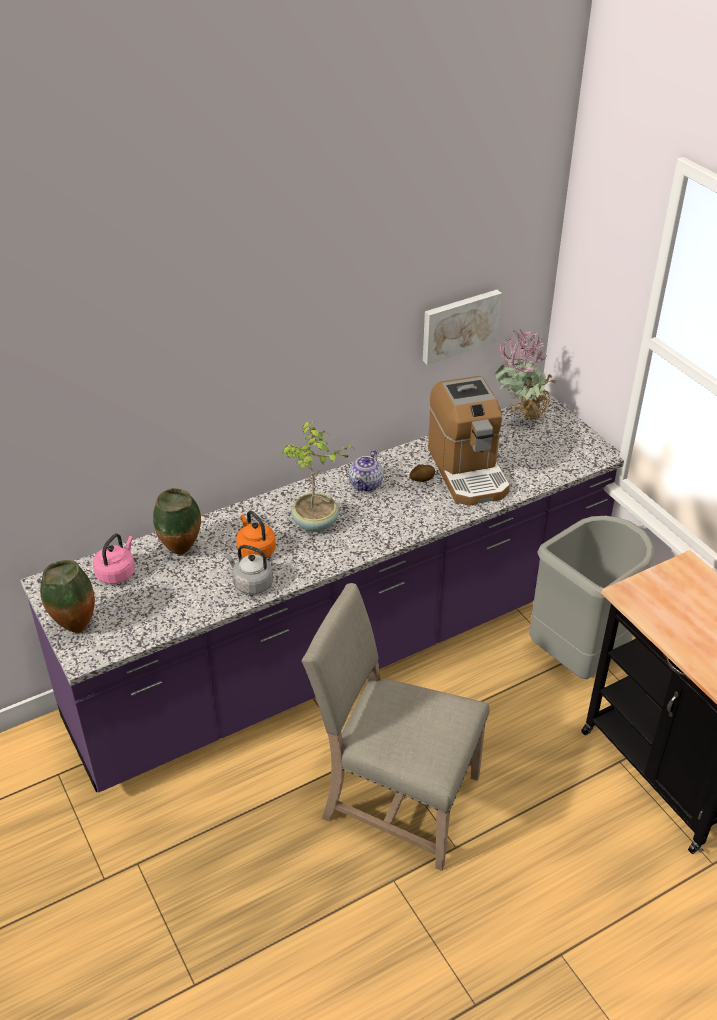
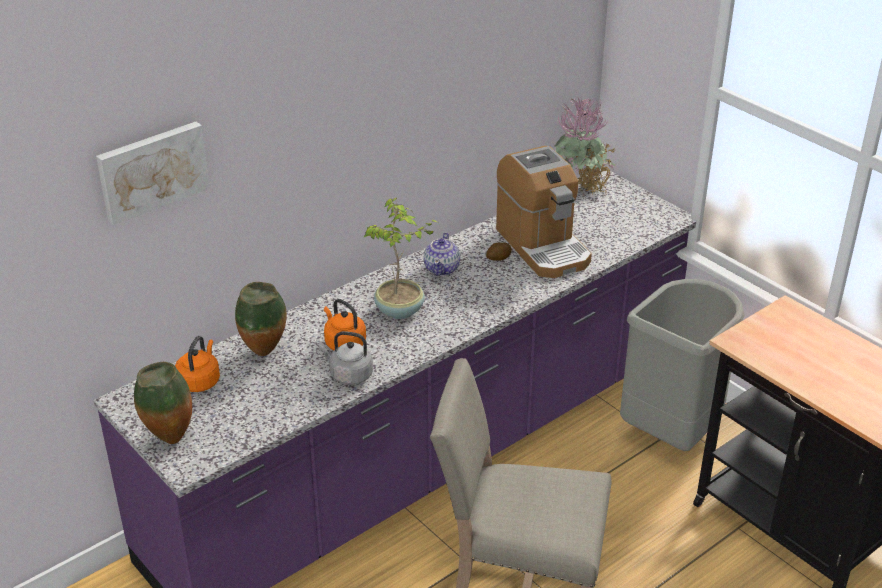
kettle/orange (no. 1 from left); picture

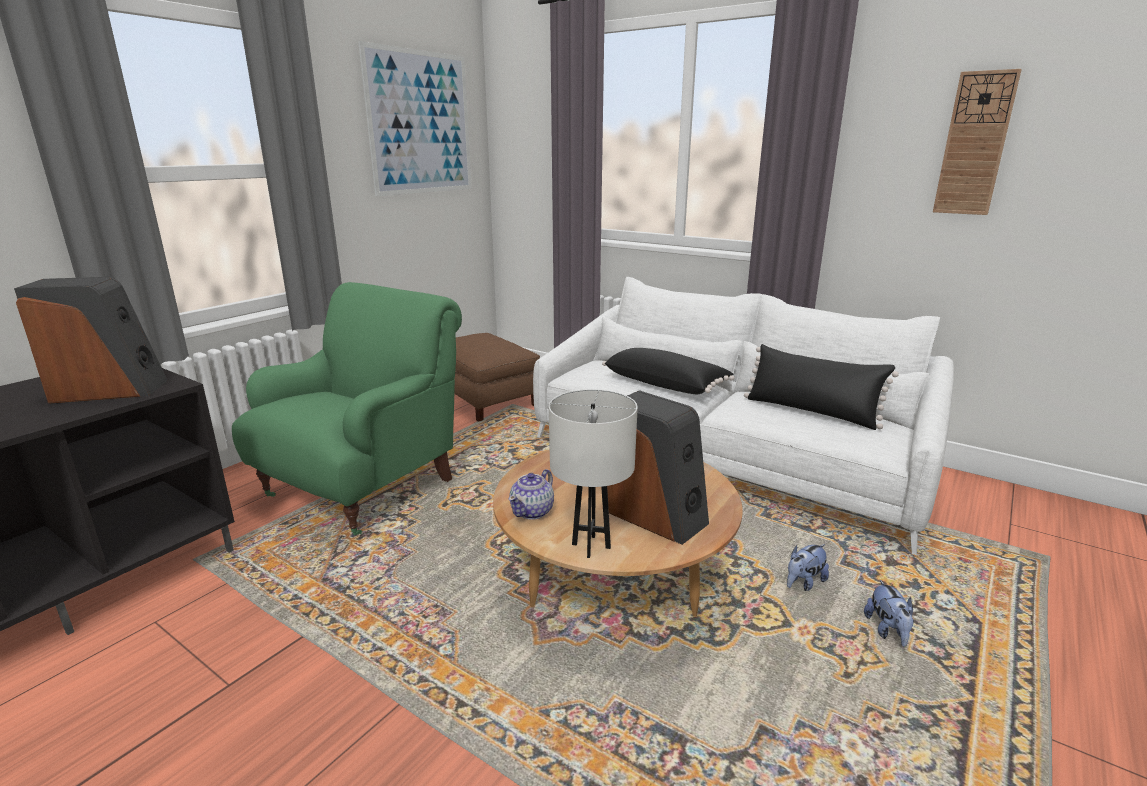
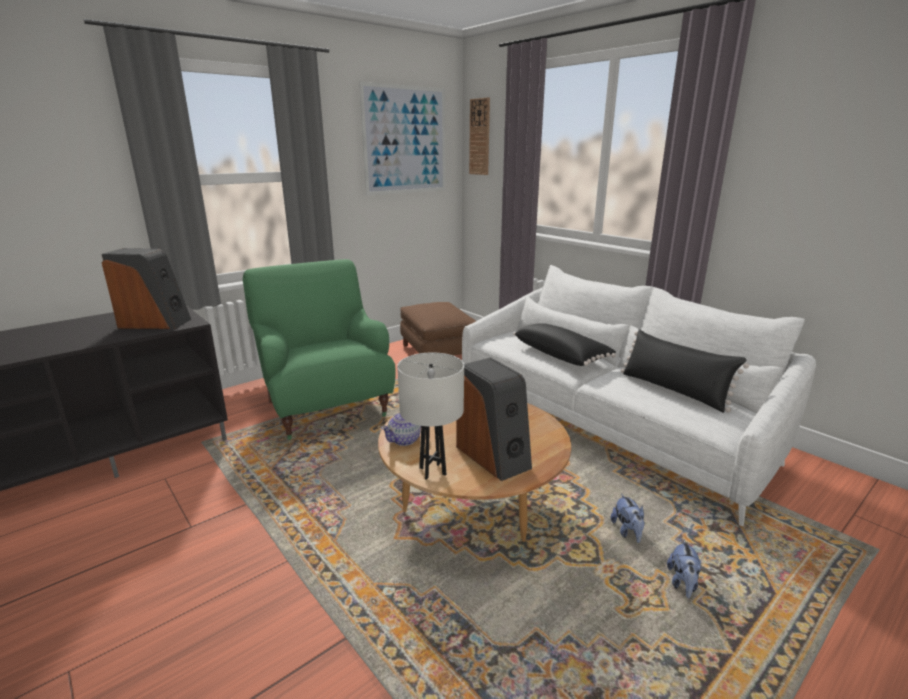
armchair/green; plush toy (no. 1 from left); wall clock

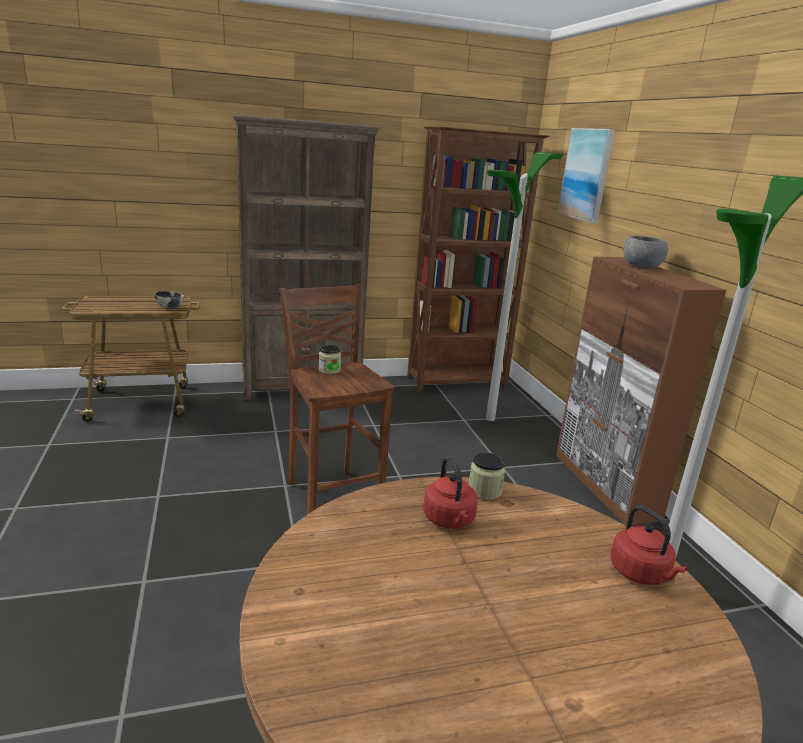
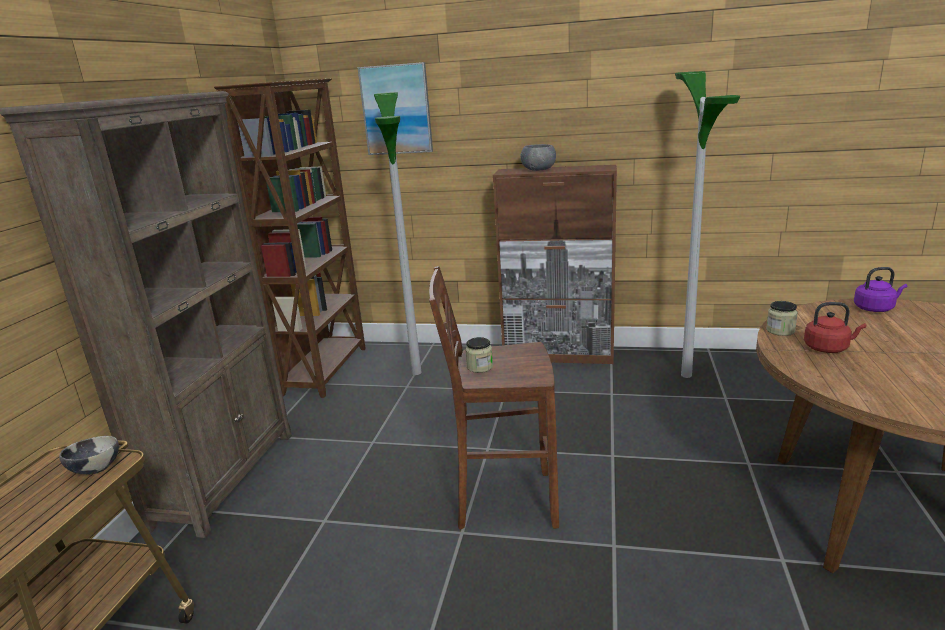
kettle/purple

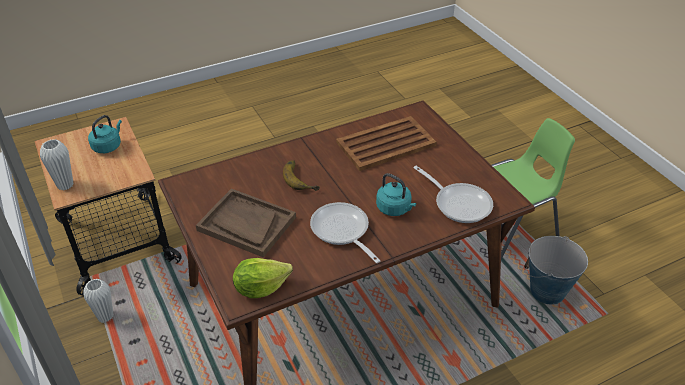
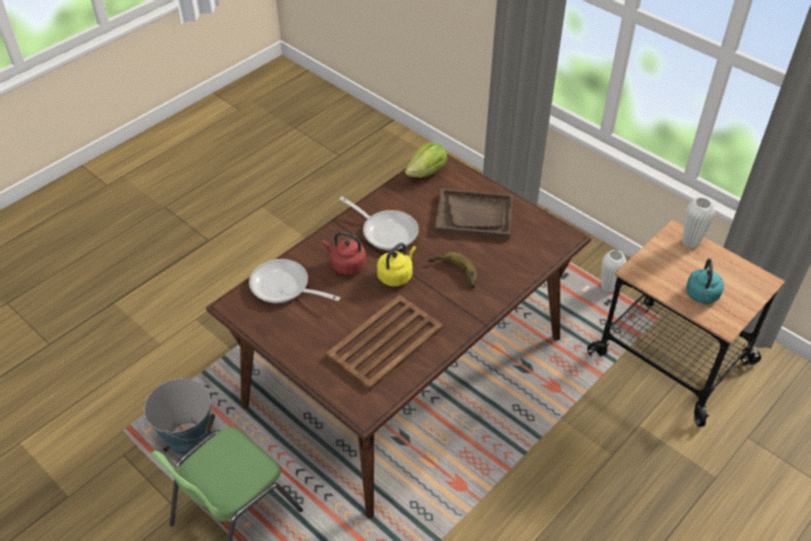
kettle/red; kettle/yellow

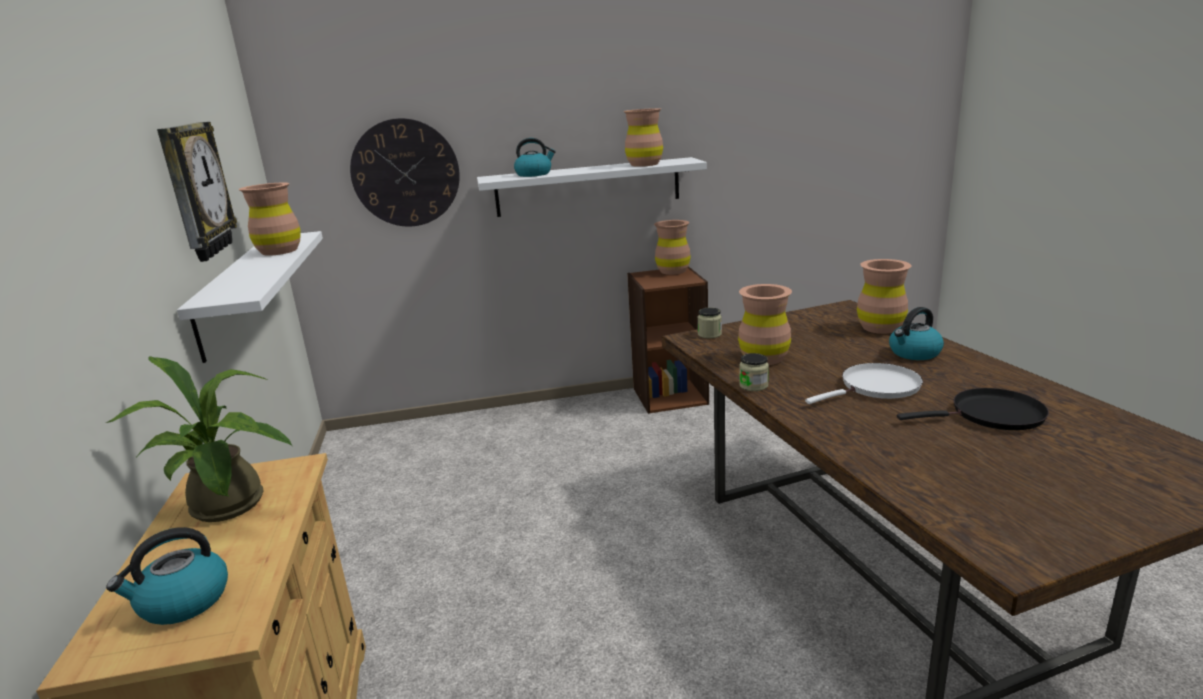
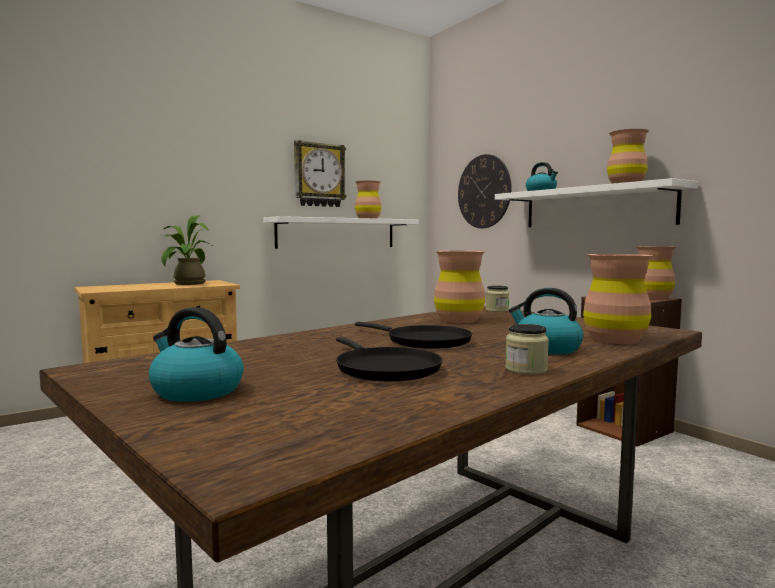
kettle (no. 1 from left); jar (no. 2 from left); frying pan/black (no. 2 from left)

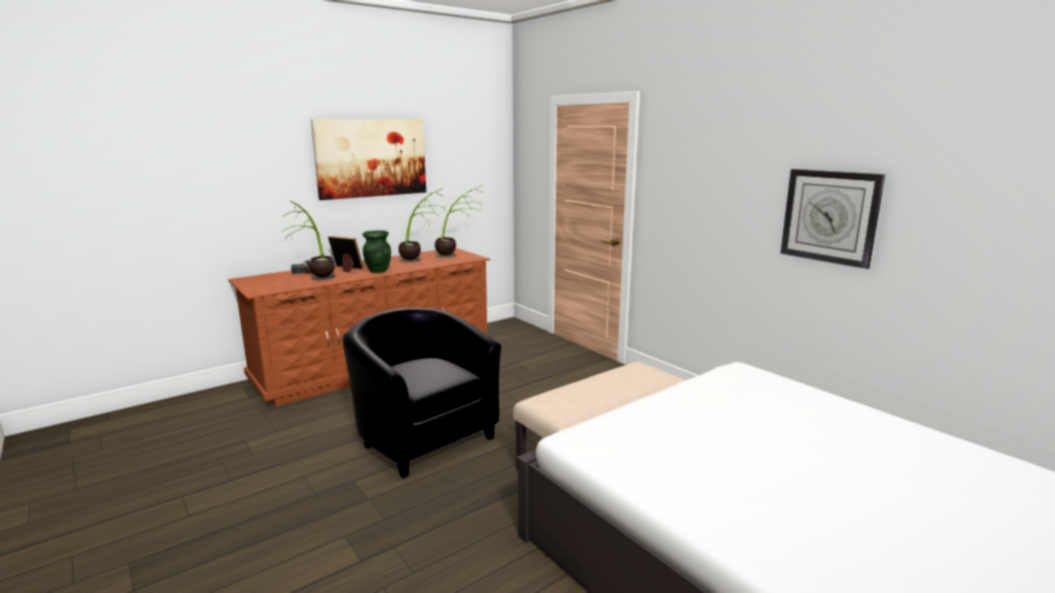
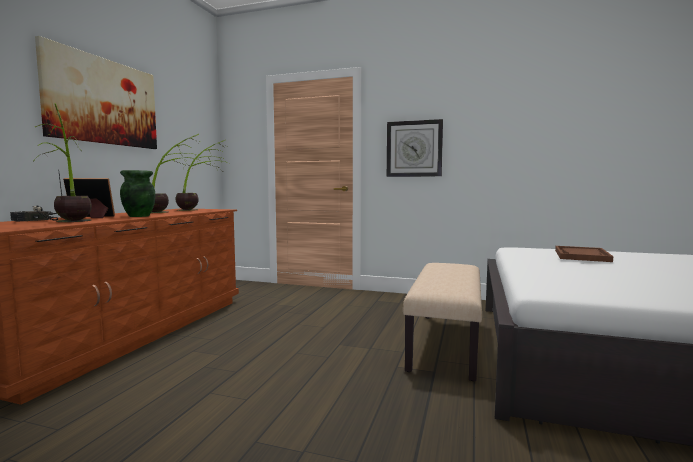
armchair/black; wall clock; tray/brown

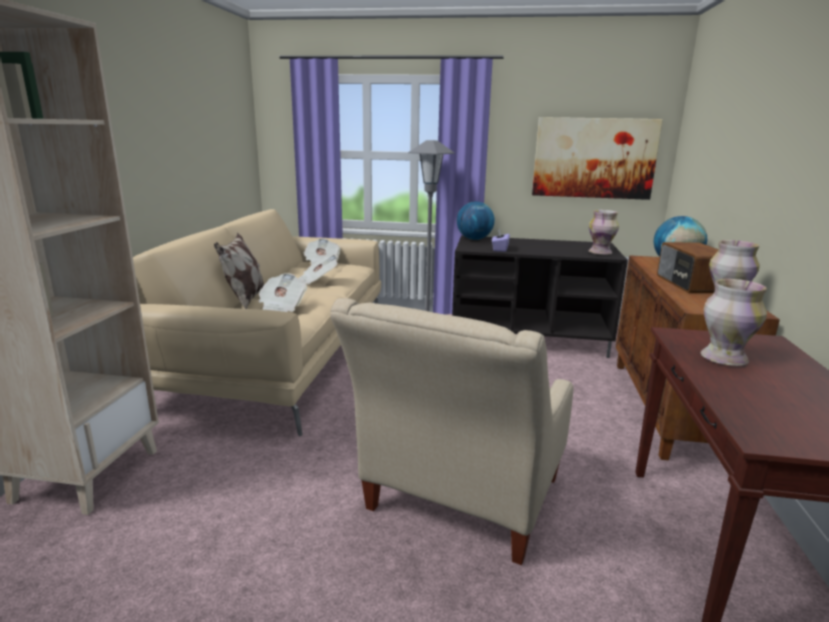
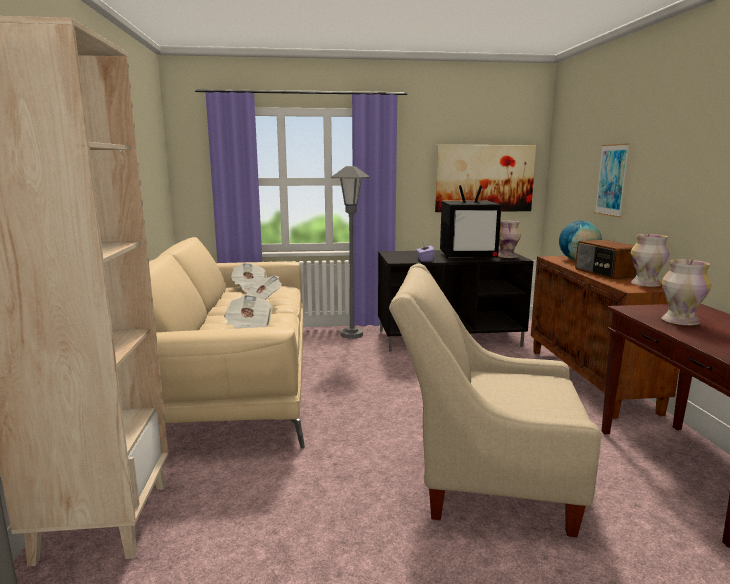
pillow; armchair/beige; globe (no. 1 from left in the first image); television; picture (no. 2 from left)

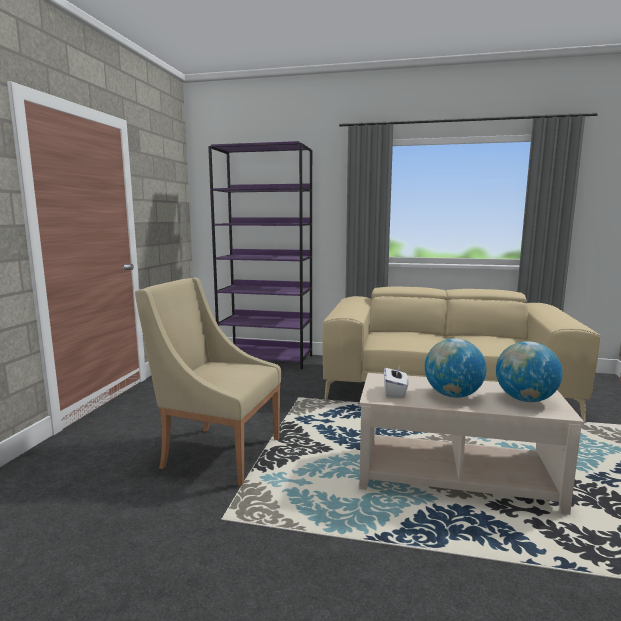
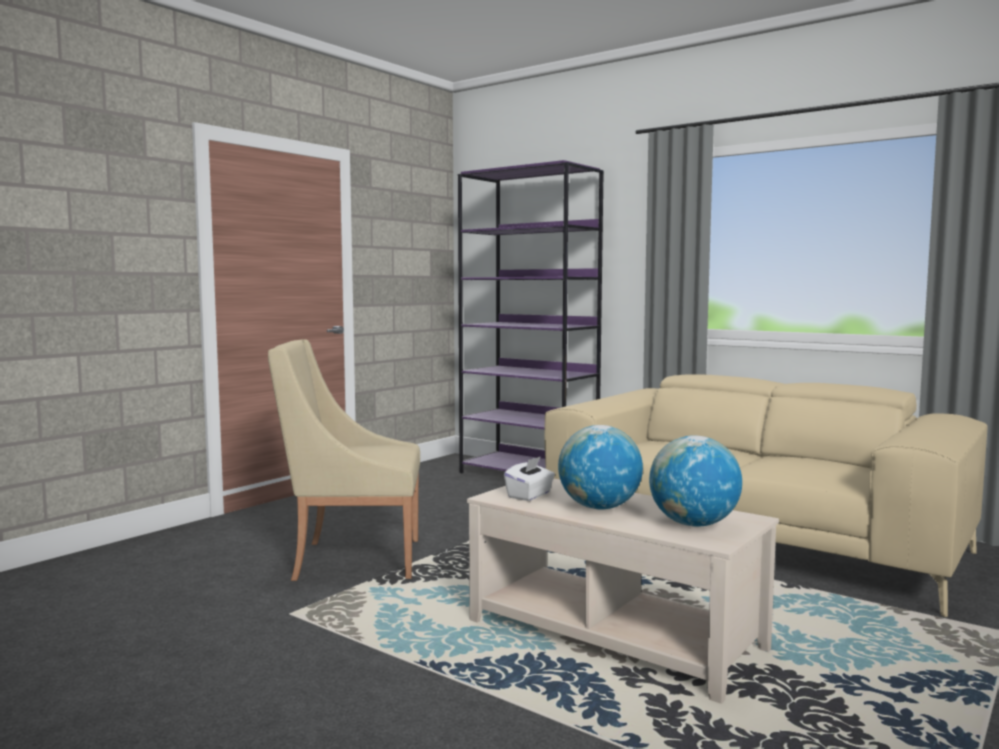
armchair/beige

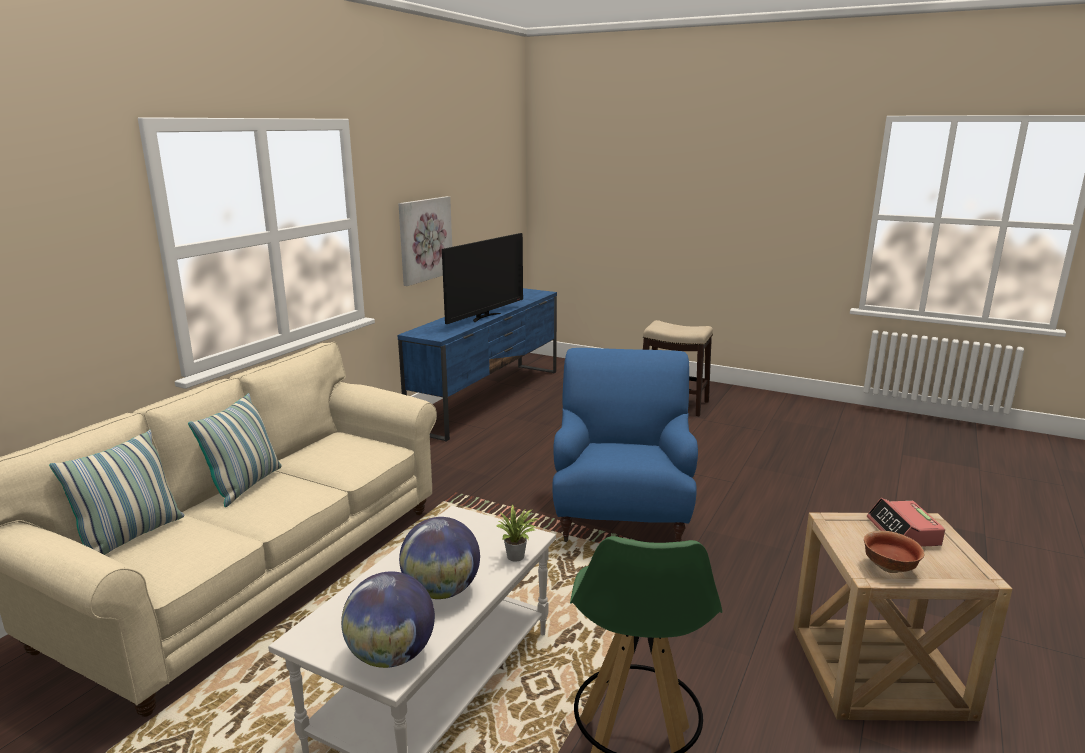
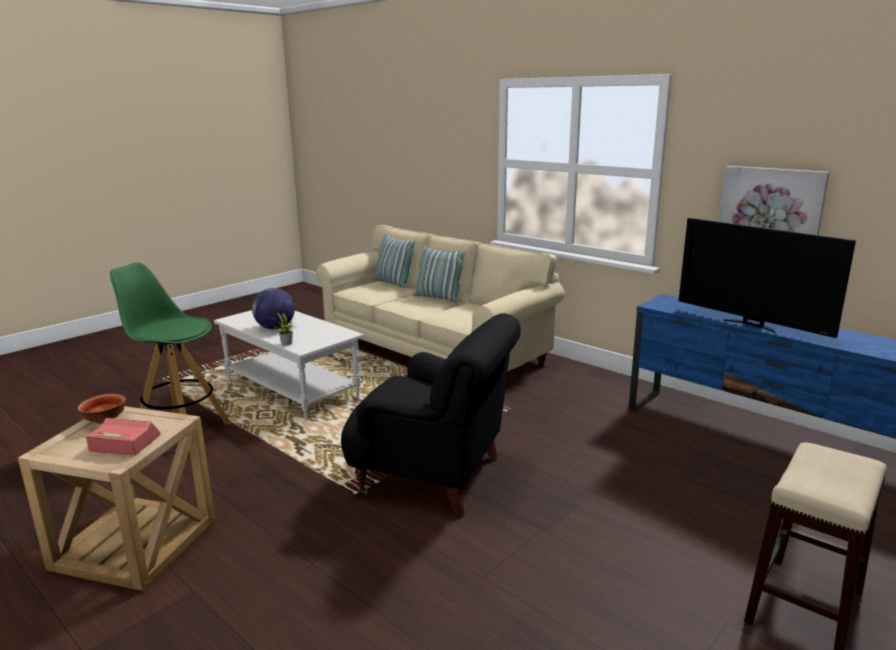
globe (no. 1 from left in the first image); armchair/black

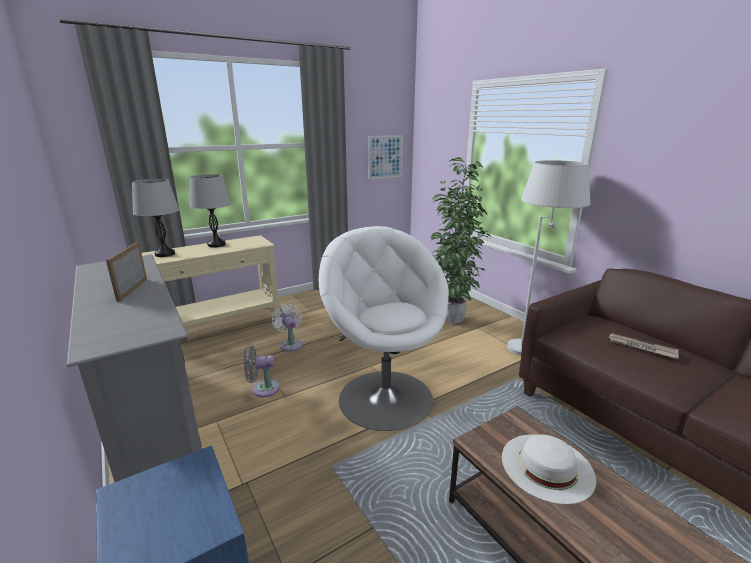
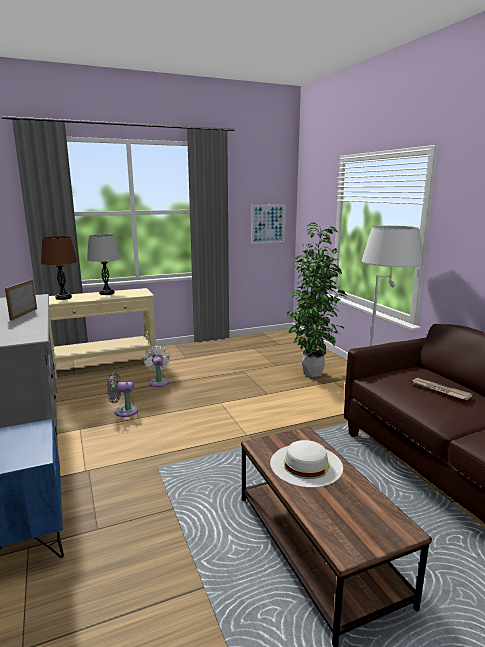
table lamp/brown; armchair/white

